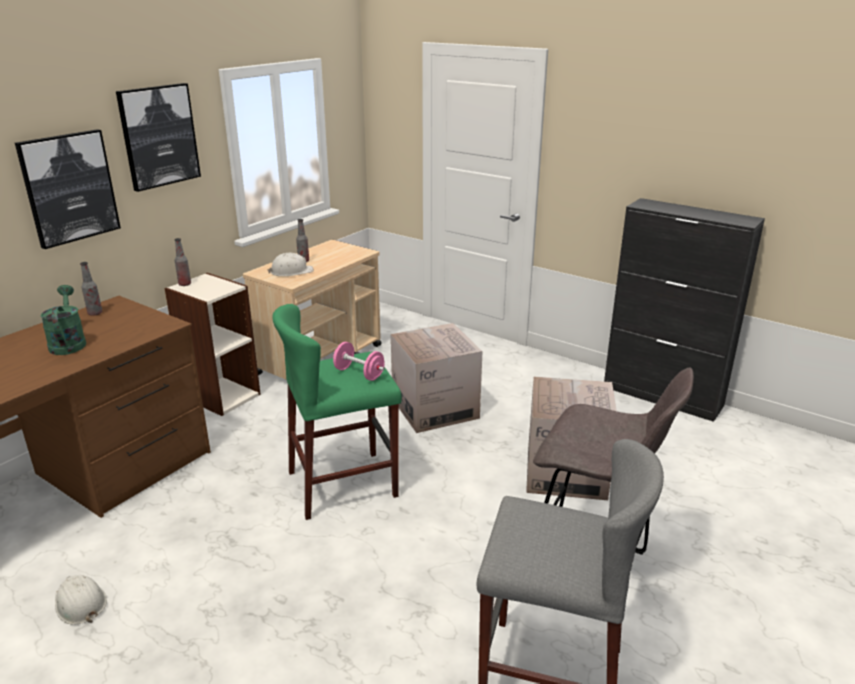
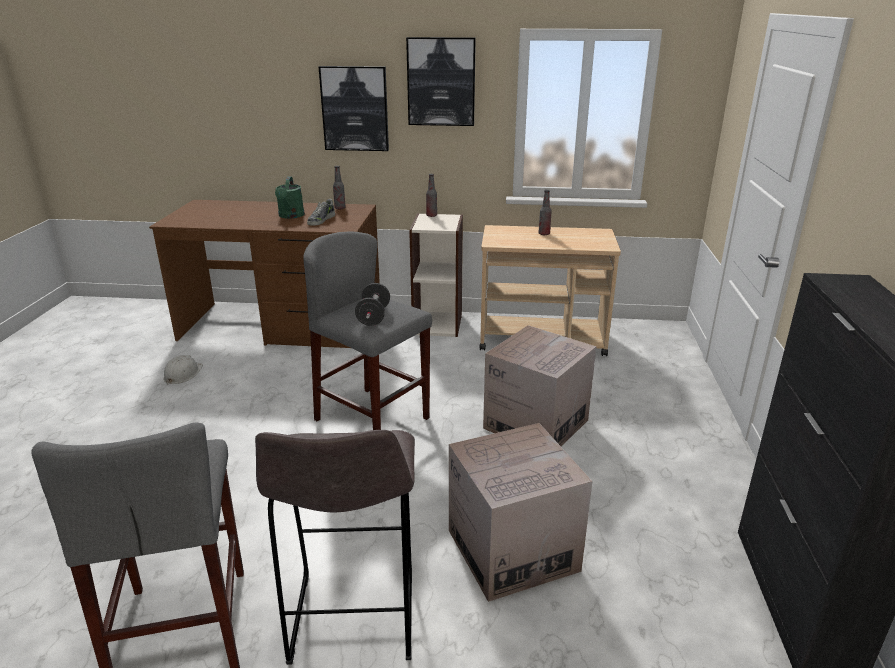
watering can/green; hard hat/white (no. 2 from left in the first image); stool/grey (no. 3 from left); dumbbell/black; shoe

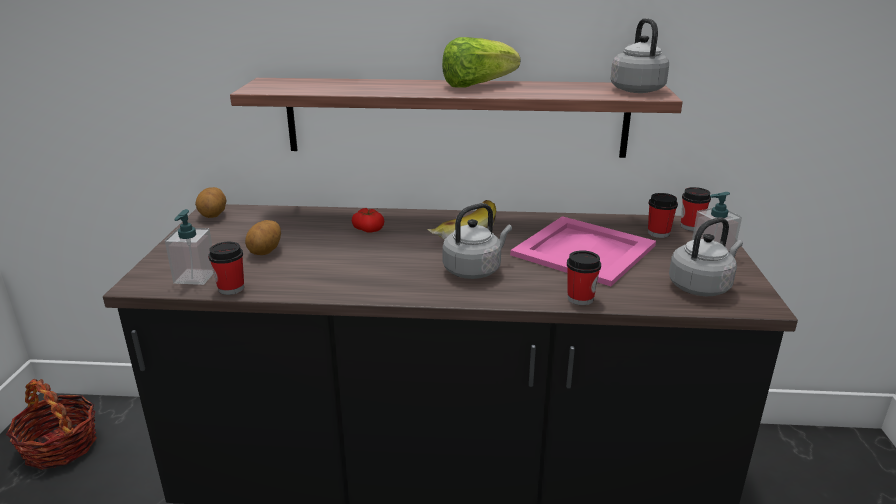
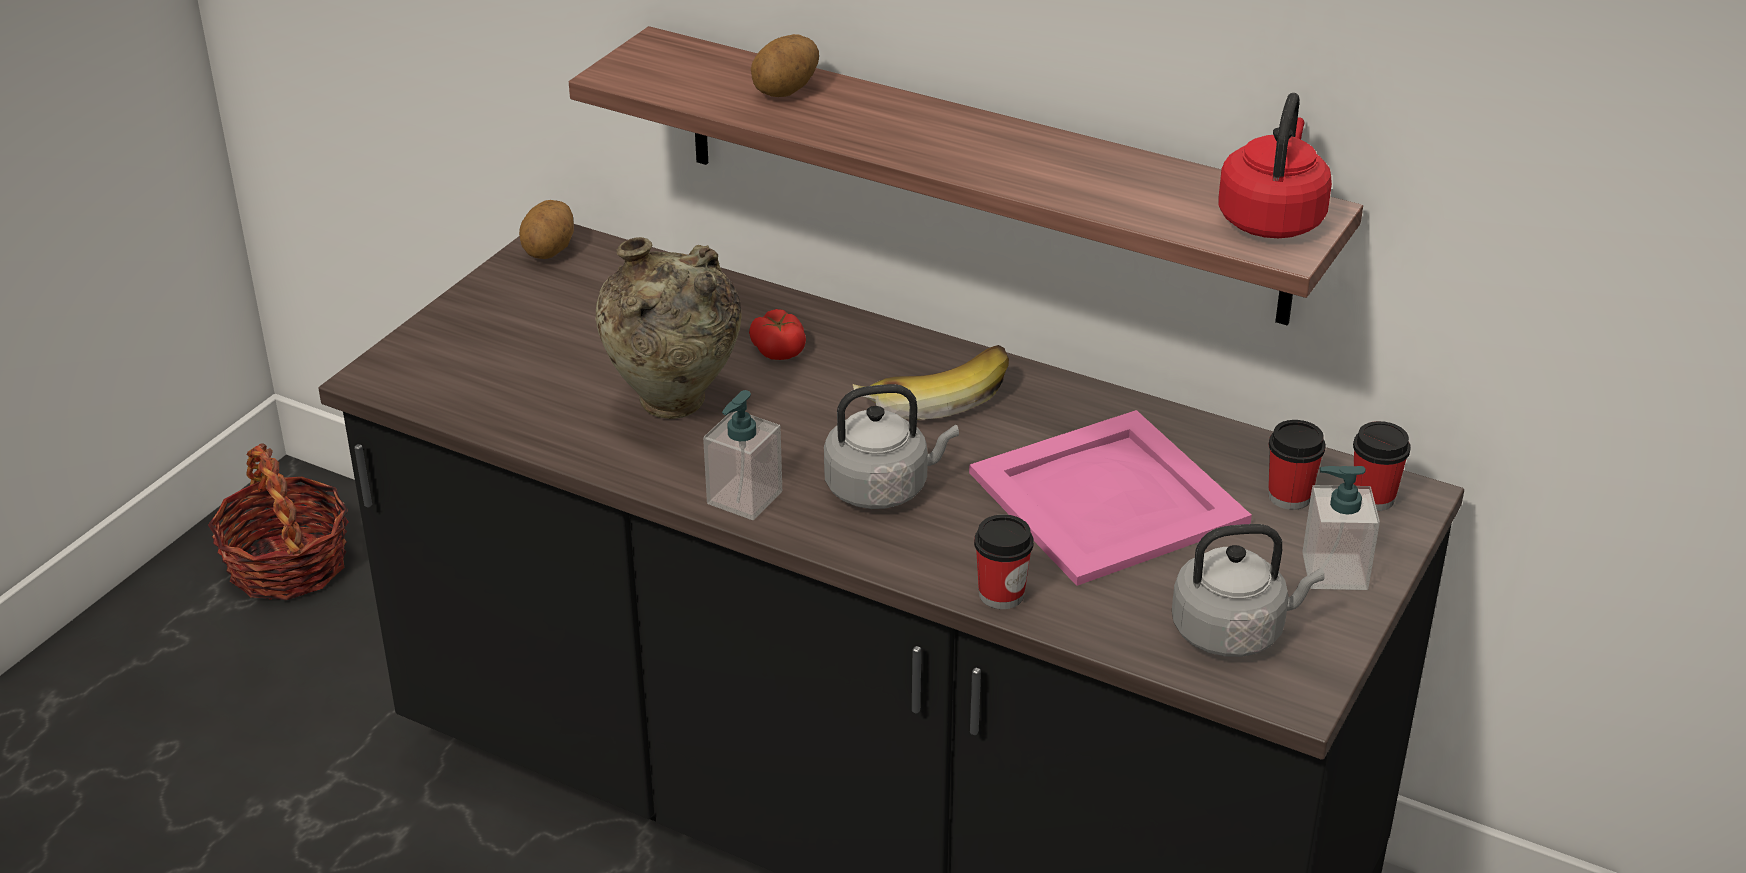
soap dispenser (no. 1 from left); cup (no. 1 from left in the first image); potato (no. 2 from left); lettuce; kettle/red; vase/beige

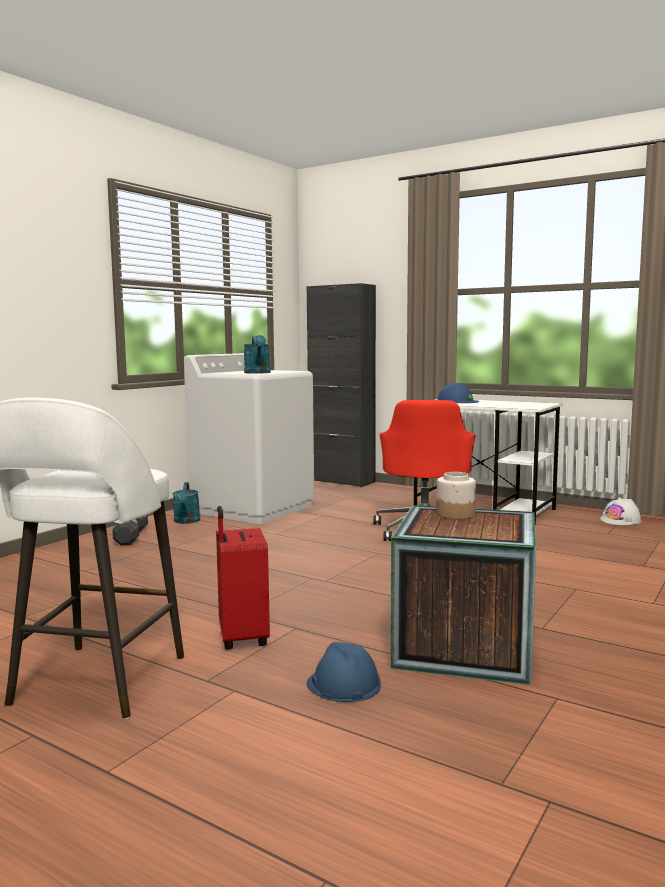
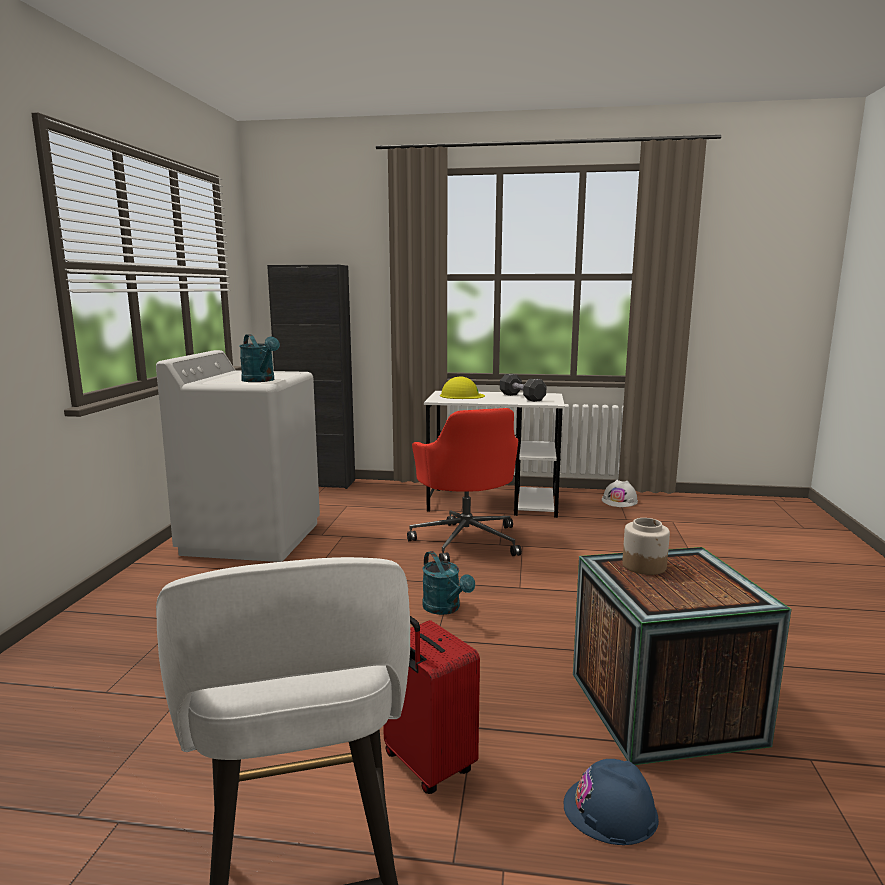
dumbbell/black; watering can/turquoise (no. 2 from left); hard hat/yellow

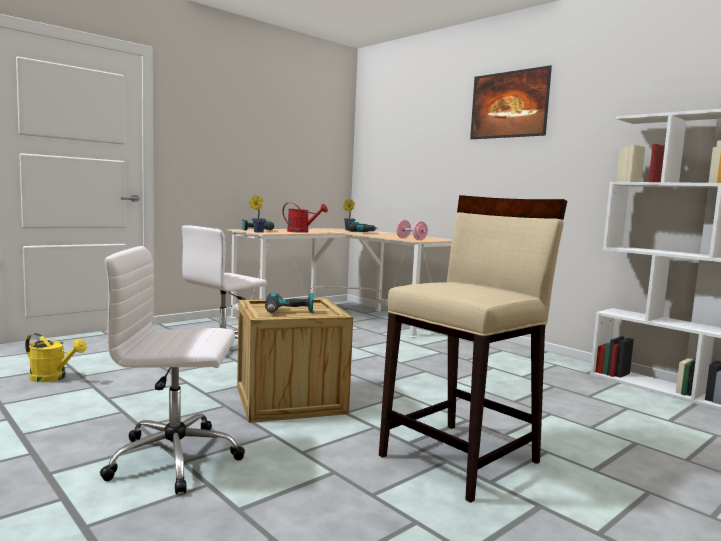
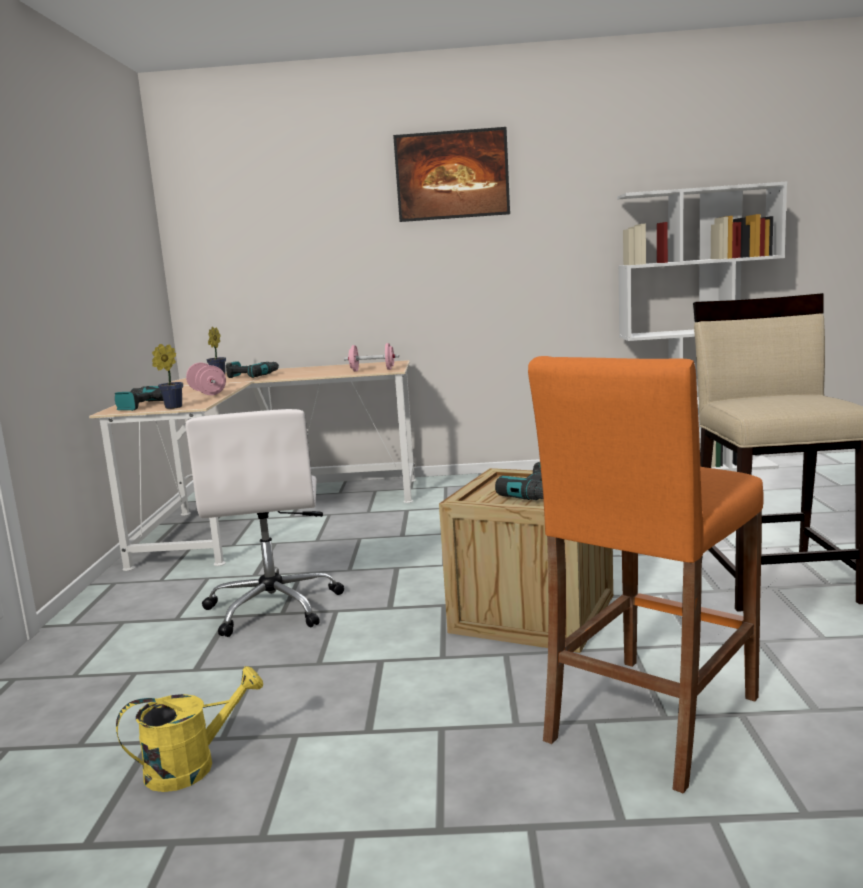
stool/orange; dumbbell/pink (no. 1 from left)

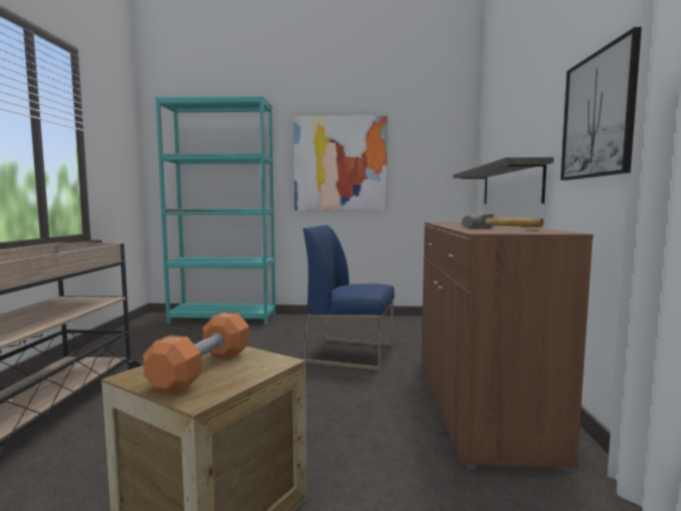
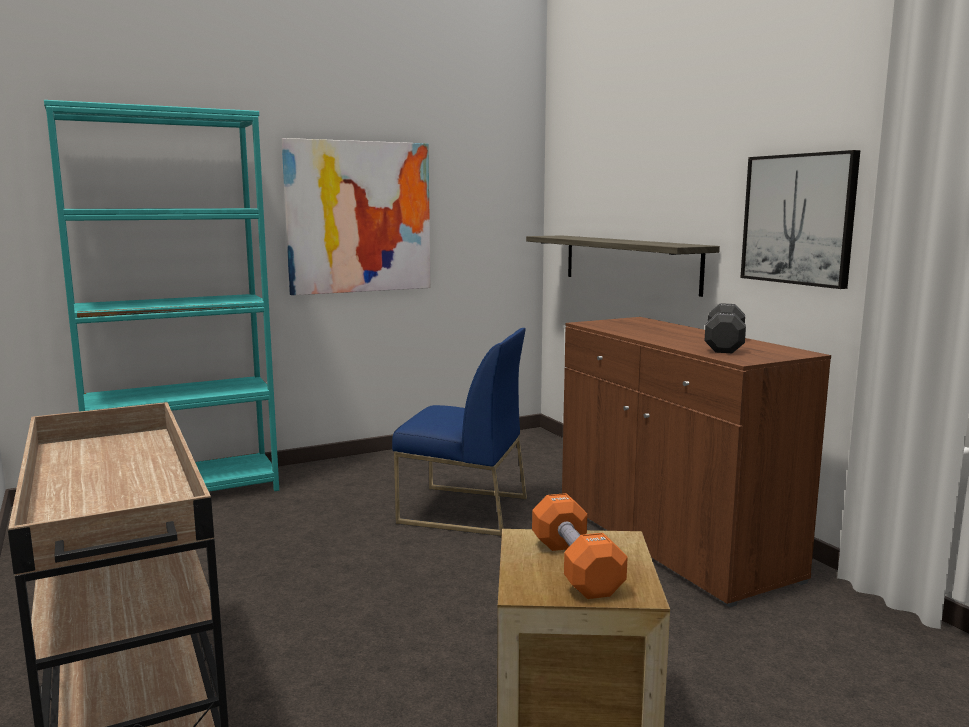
chair/blue; dumbbell/black

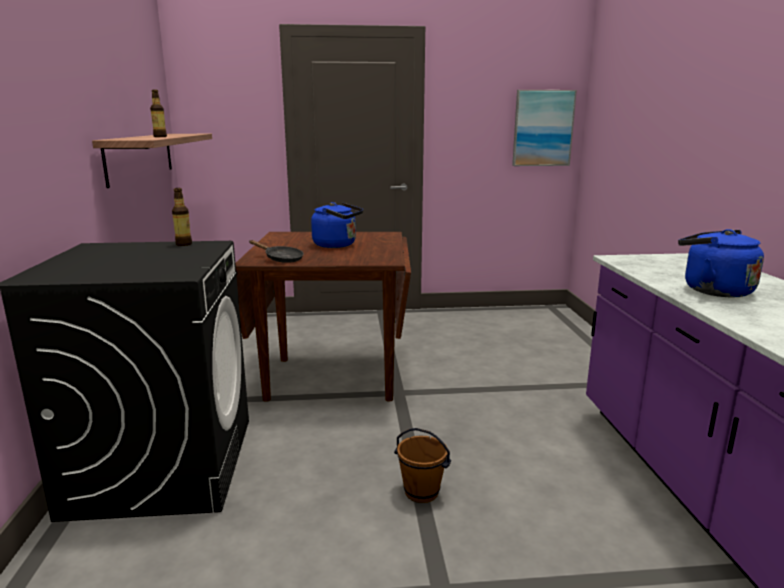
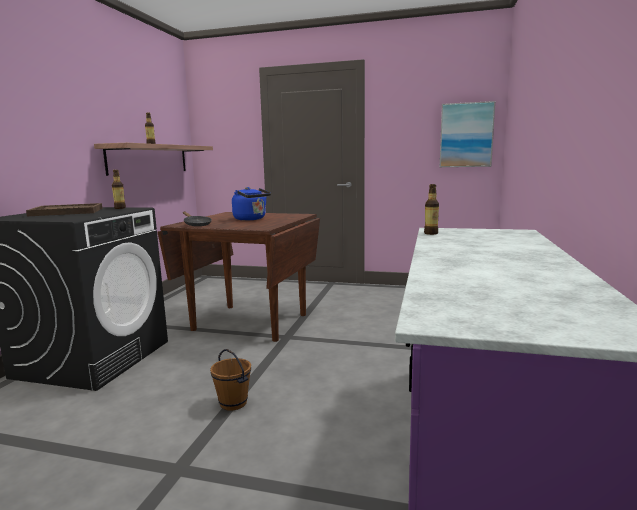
kettle/blue (no. 2 from left in the first image); tray/brown; bottle (no. 3 from left)

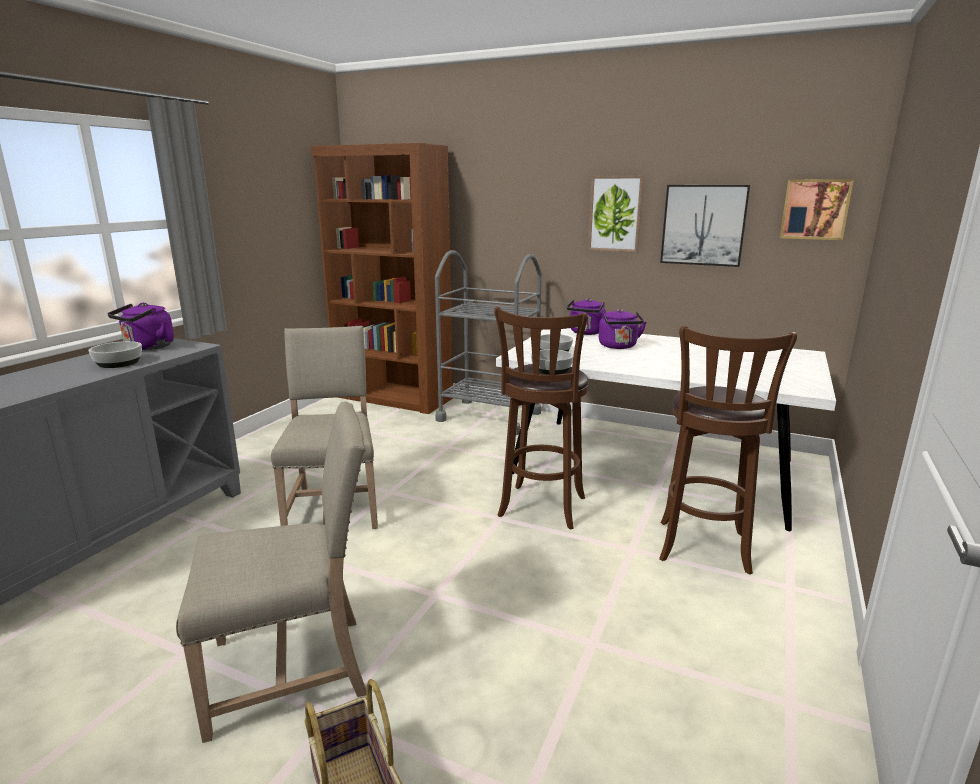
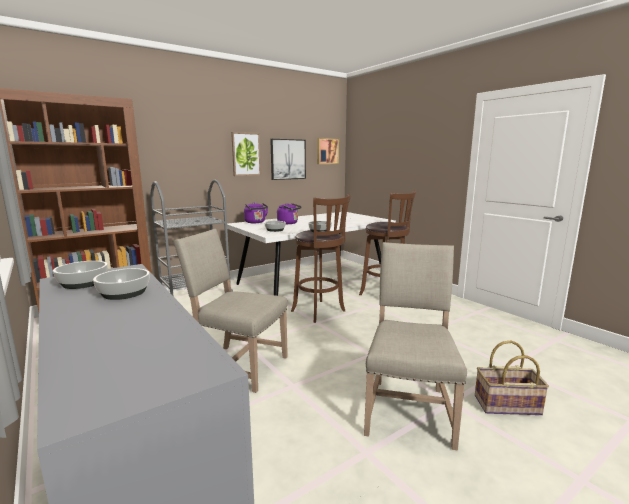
bowl (no. 1 from left)

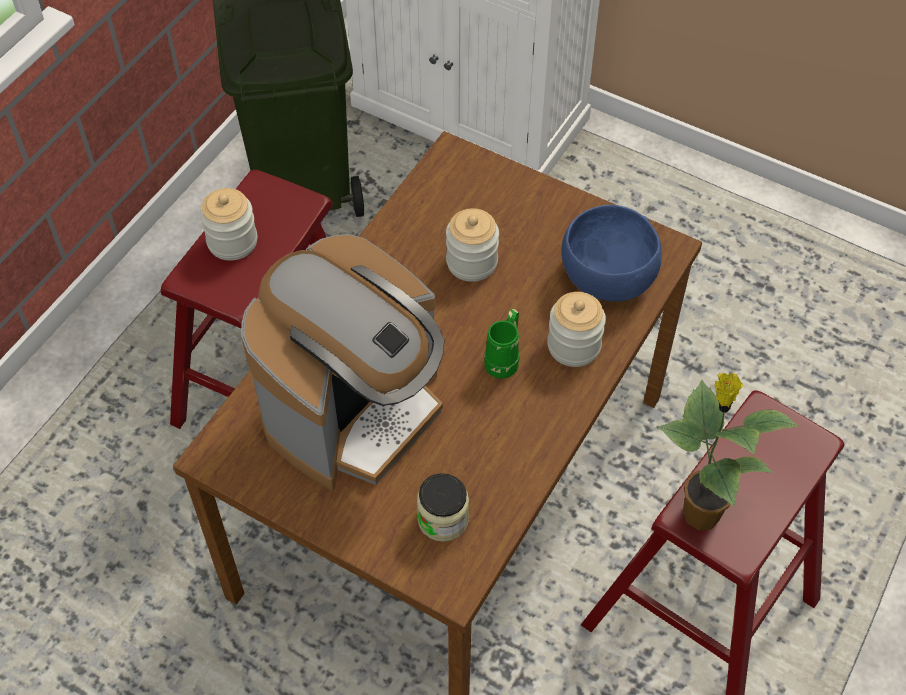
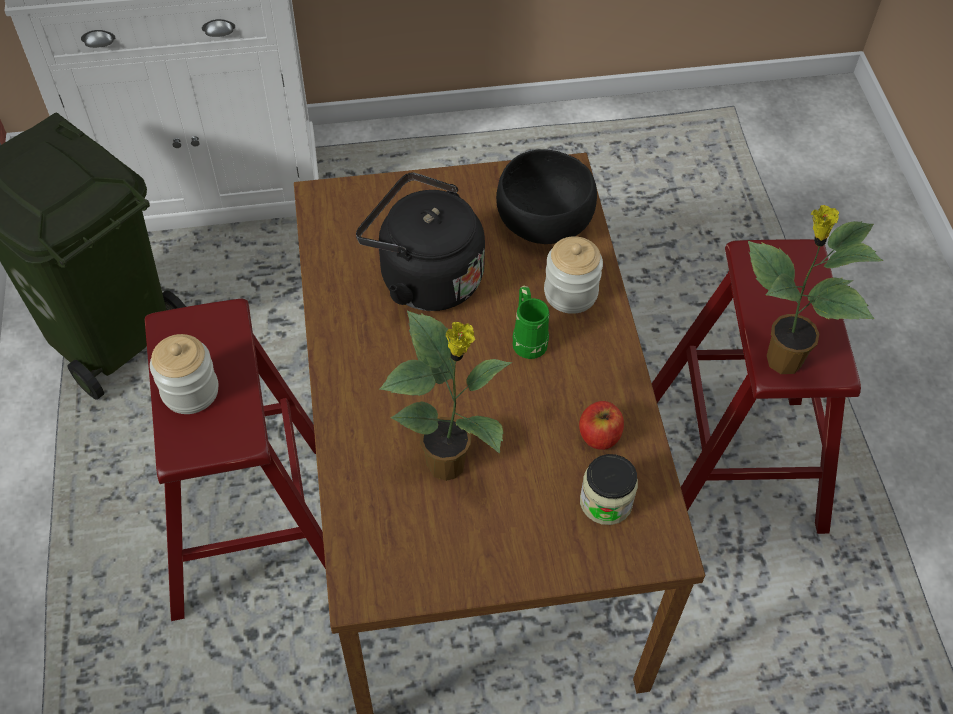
potted plant (no. 1 from left); kettle/black; bowl/black; apple

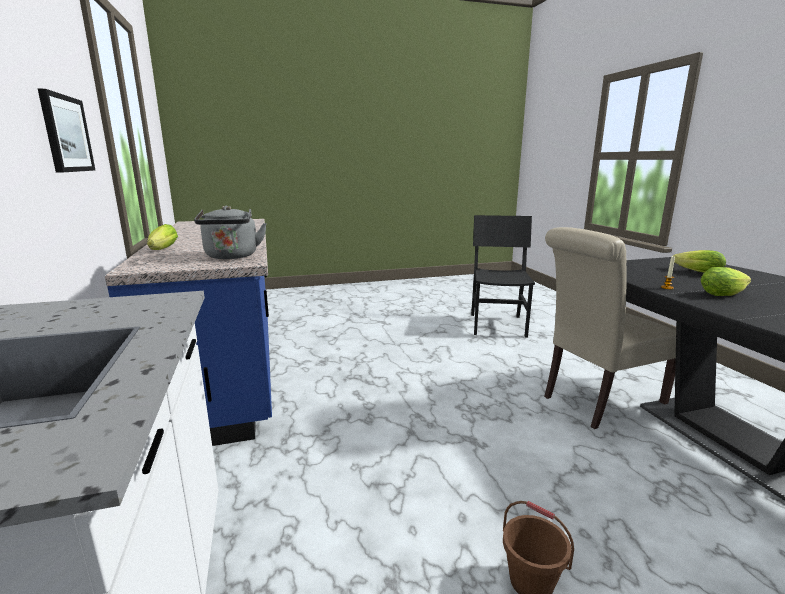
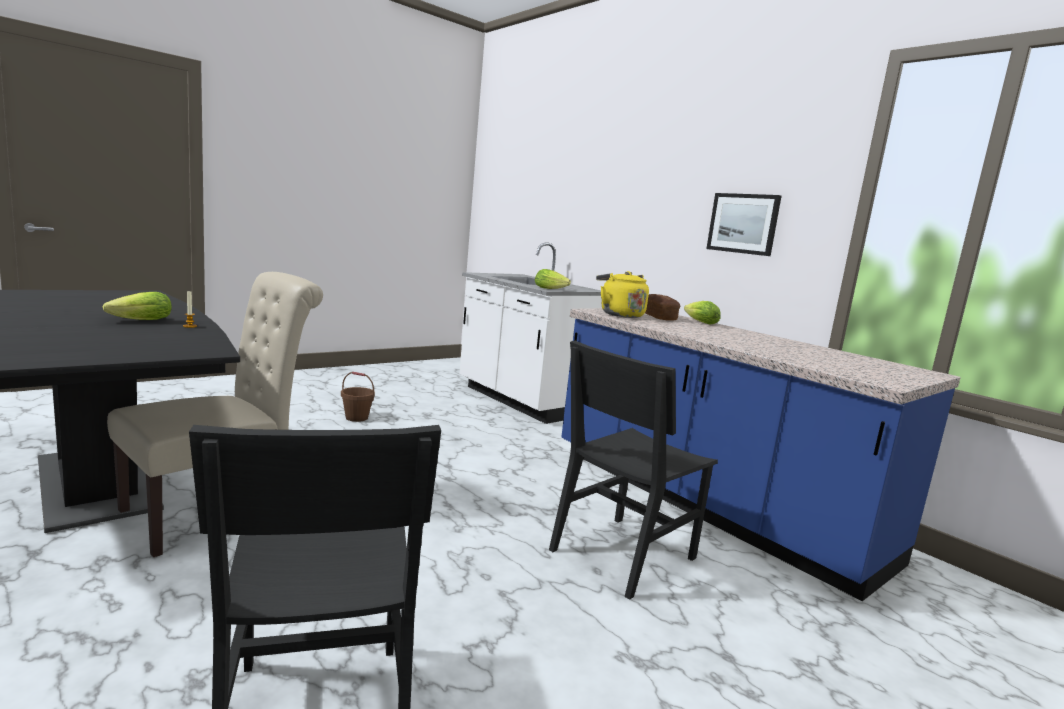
kettle/yellow; lettuce (no. 2 from left); chair/black (no. 2 from left); bread

